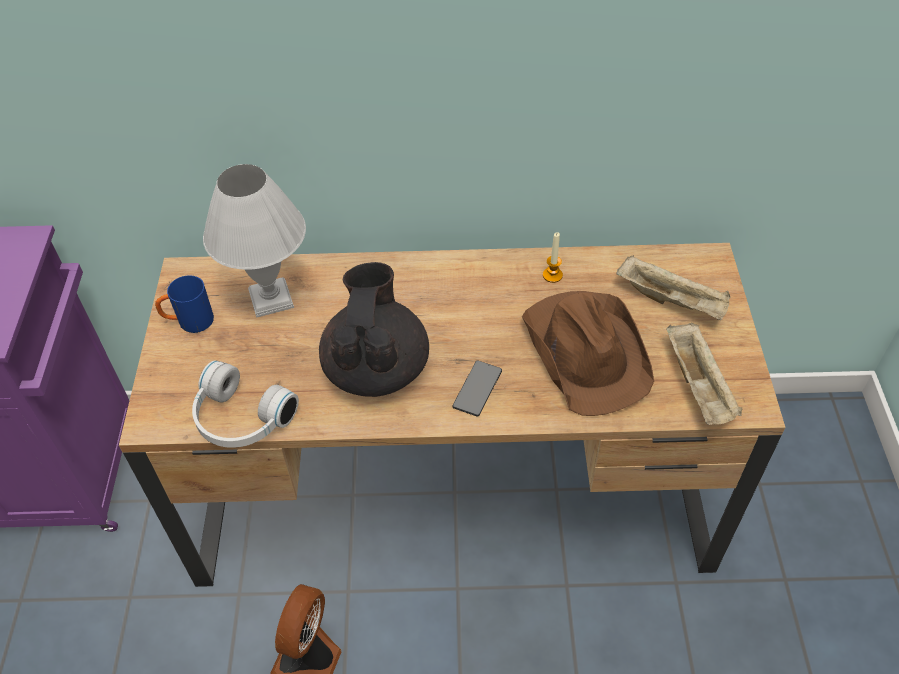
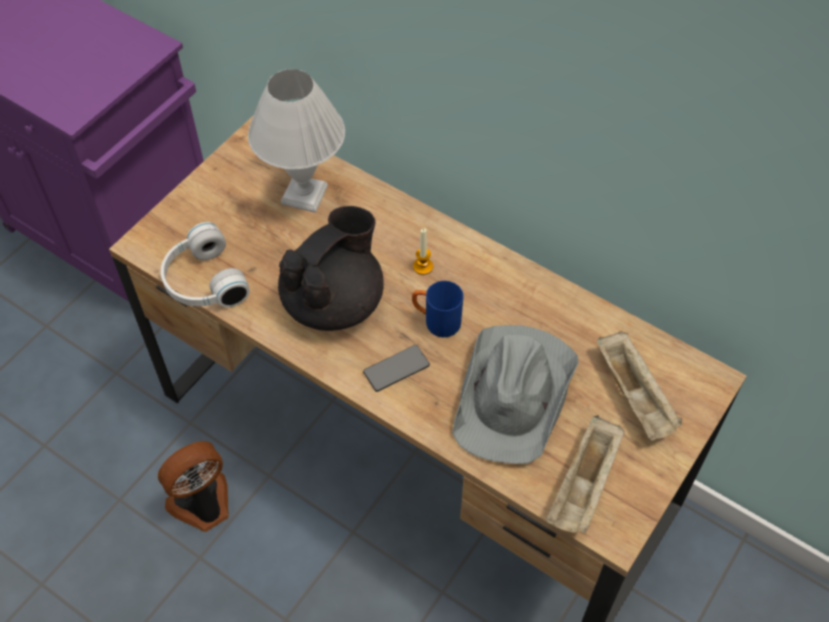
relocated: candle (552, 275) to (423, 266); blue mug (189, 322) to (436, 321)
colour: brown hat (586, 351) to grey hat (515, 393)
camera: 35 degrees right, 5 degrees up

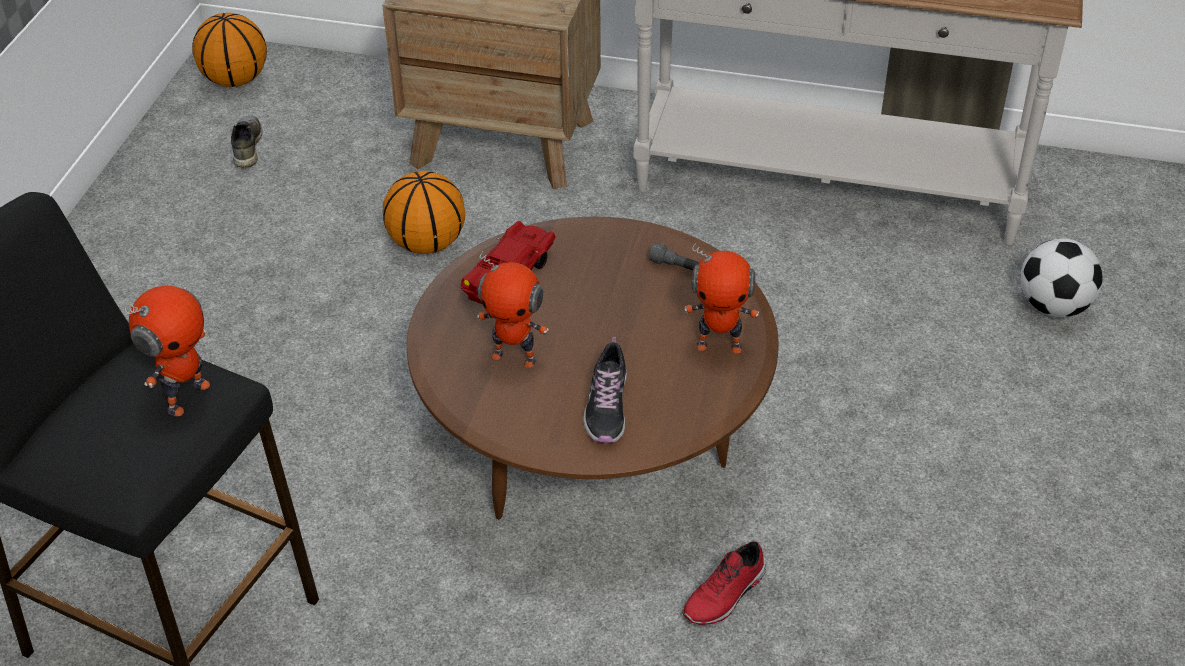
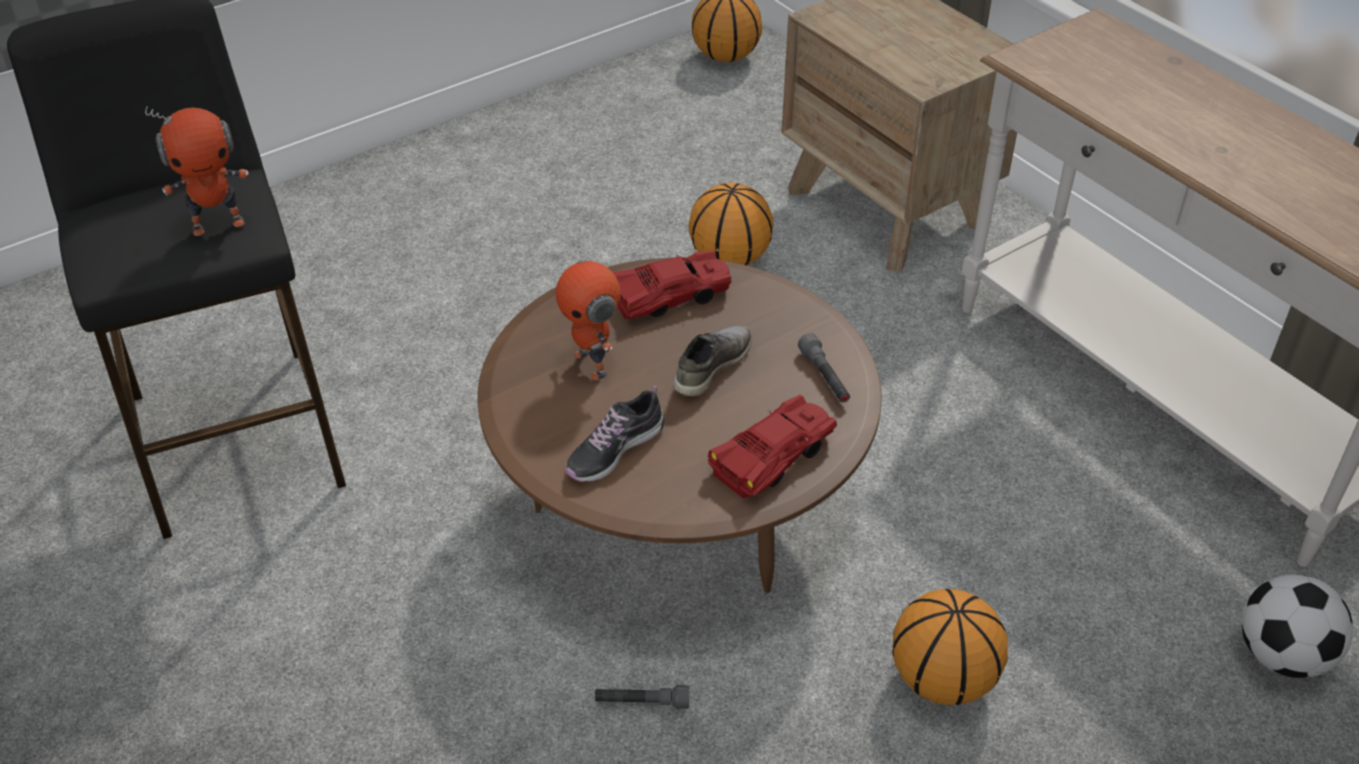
appeared: basketball (943, 680)
relocated: grey shoe (246, 147) to (711, 366)
exchanged: toy robot (719, 345) to red toy car (774, 457); red shoe (726, 595) to grey flashlight (642, 702)
camera: 40 degrees right, 0 degrees up

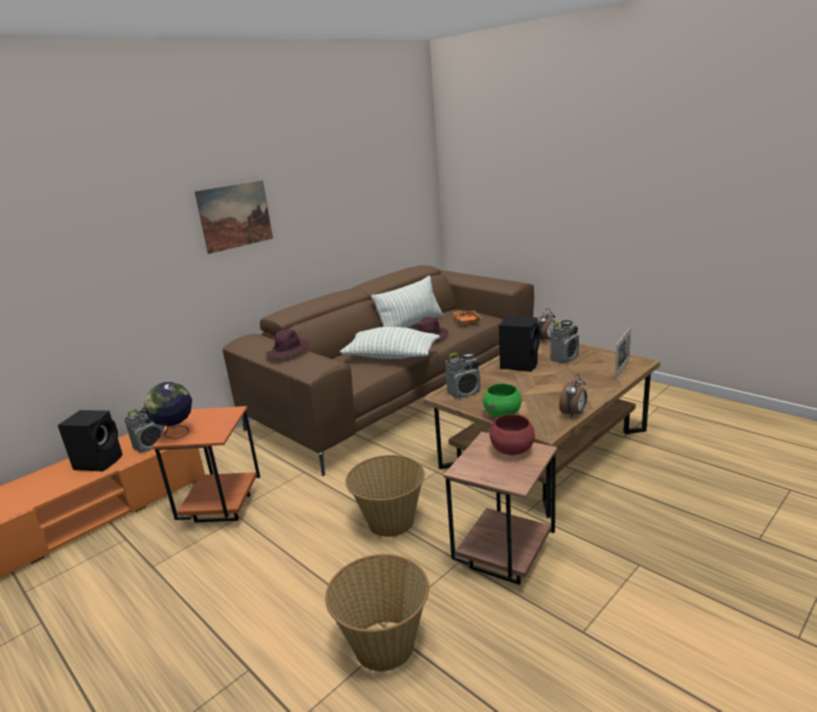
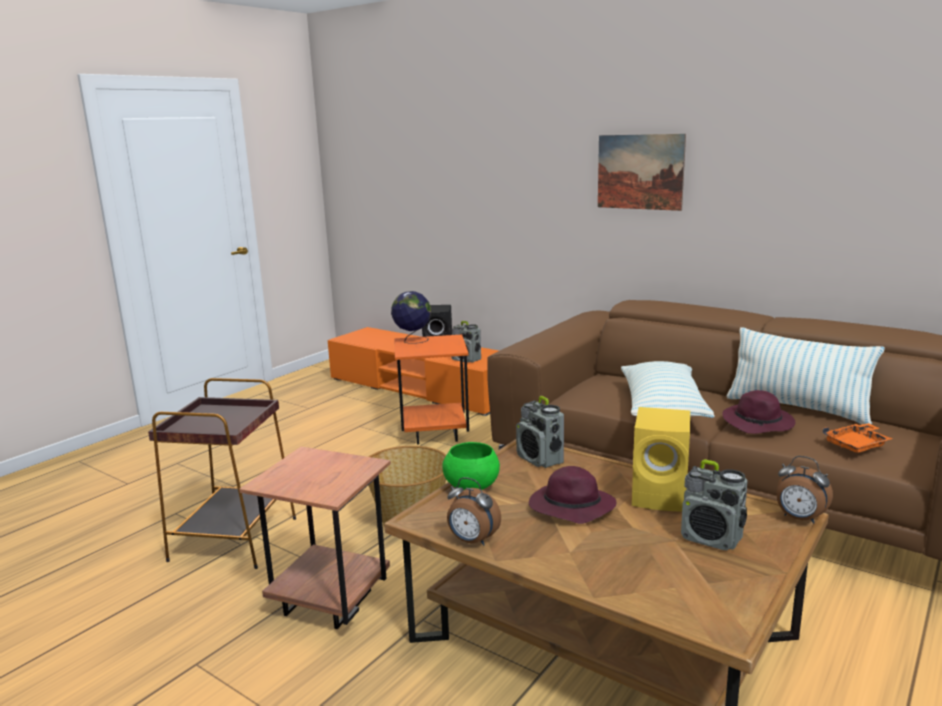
missing: picture frame (622, 370); red bowl (511, 450)
relocated: purple hat (288, 352) to (570, 508)
exchanged: basket (384, 644) to brown side table (233, 539)
colour: black speaker (520, 364) to yellow speaker (662, 496)
camera: 80 degrees right, 5 degrees down

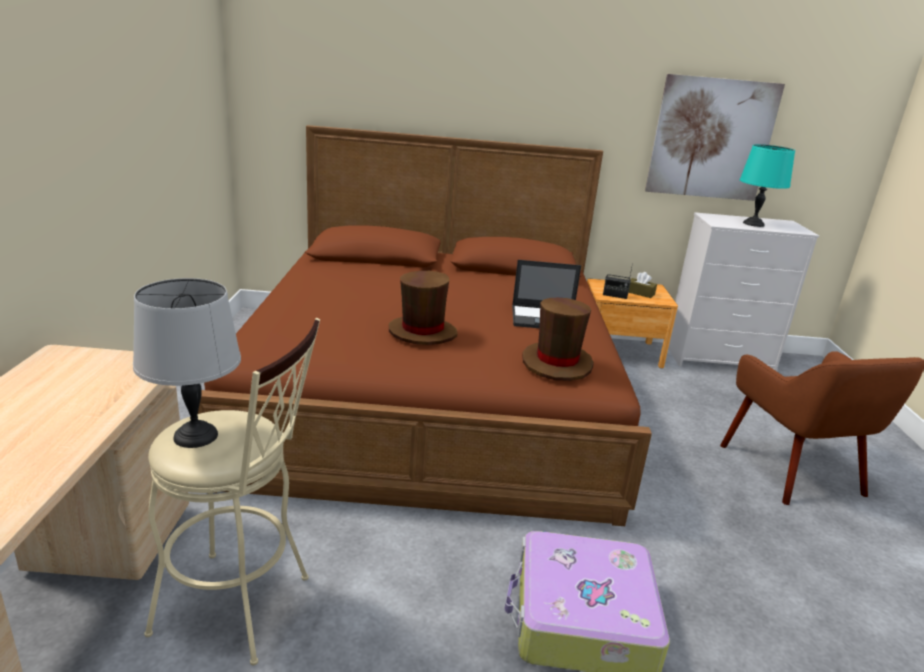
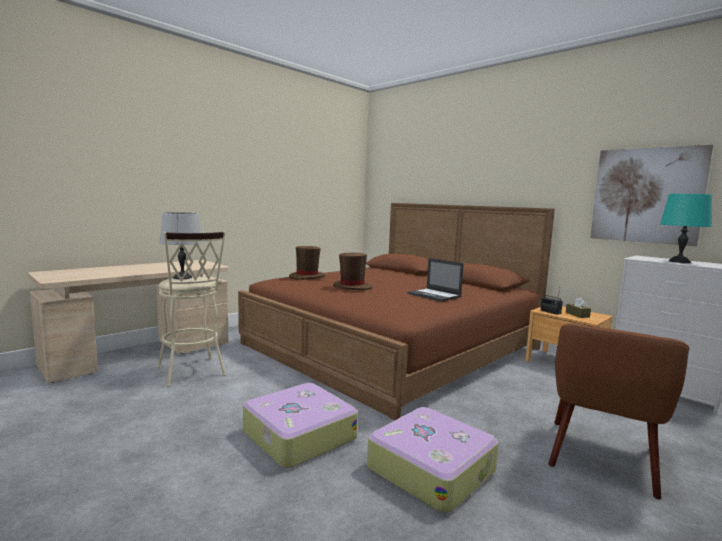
appeared: suitcase (431, 469)
relocated: brown hat (557, 363) to (307, 277)
camera: 45 degrees right, 15 degrees down

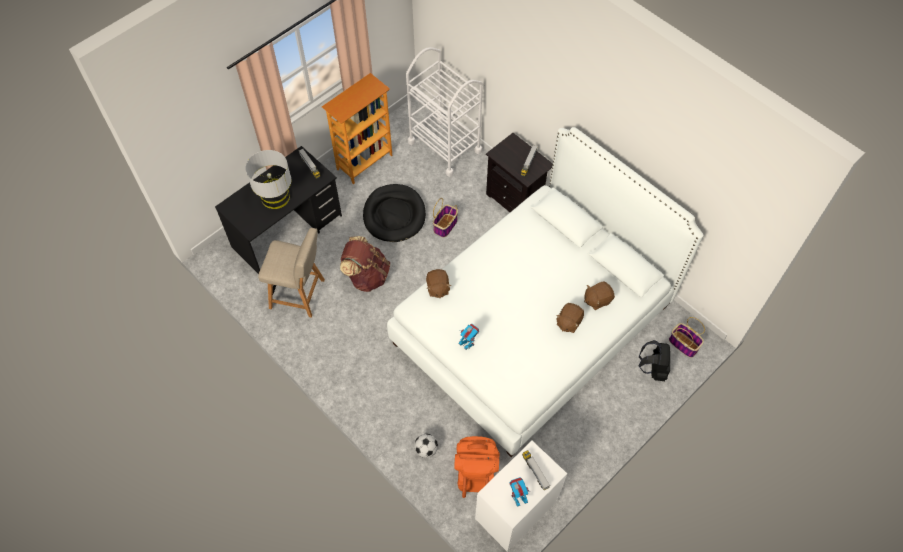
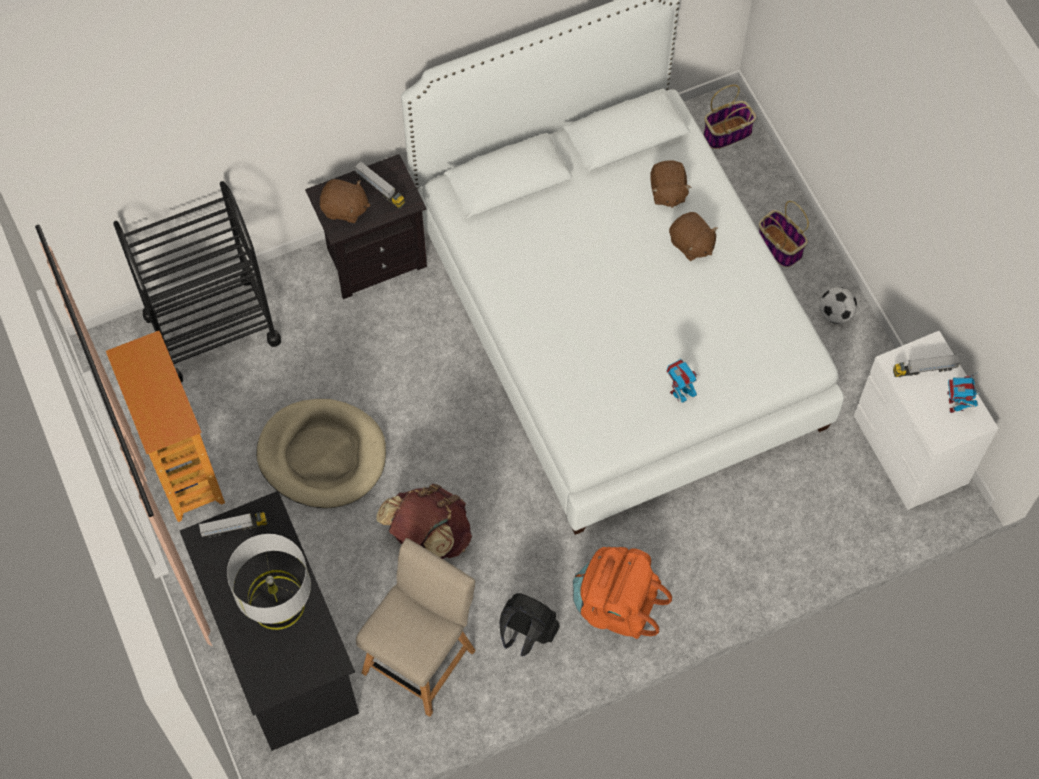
relocated: basket (445, 225) to (778, 246); brown plush toy (437, 288) to (344, 209); black backpack (653, 369) to (526, 633); football (426, 449) to (835, 314); orange backpack (475, 472) to (616, 605)
colour: white cart (445, 146) to black cart (212, 328); black dog bed (394, 215) to beige dog bed (322, 455)
camera: 70 degrees left, 5 degrees up

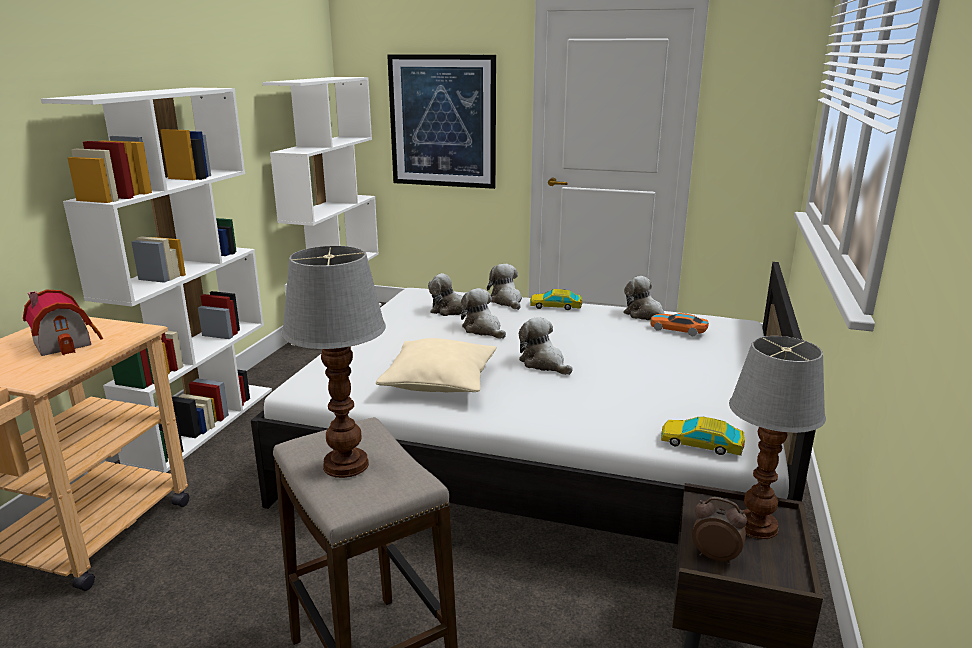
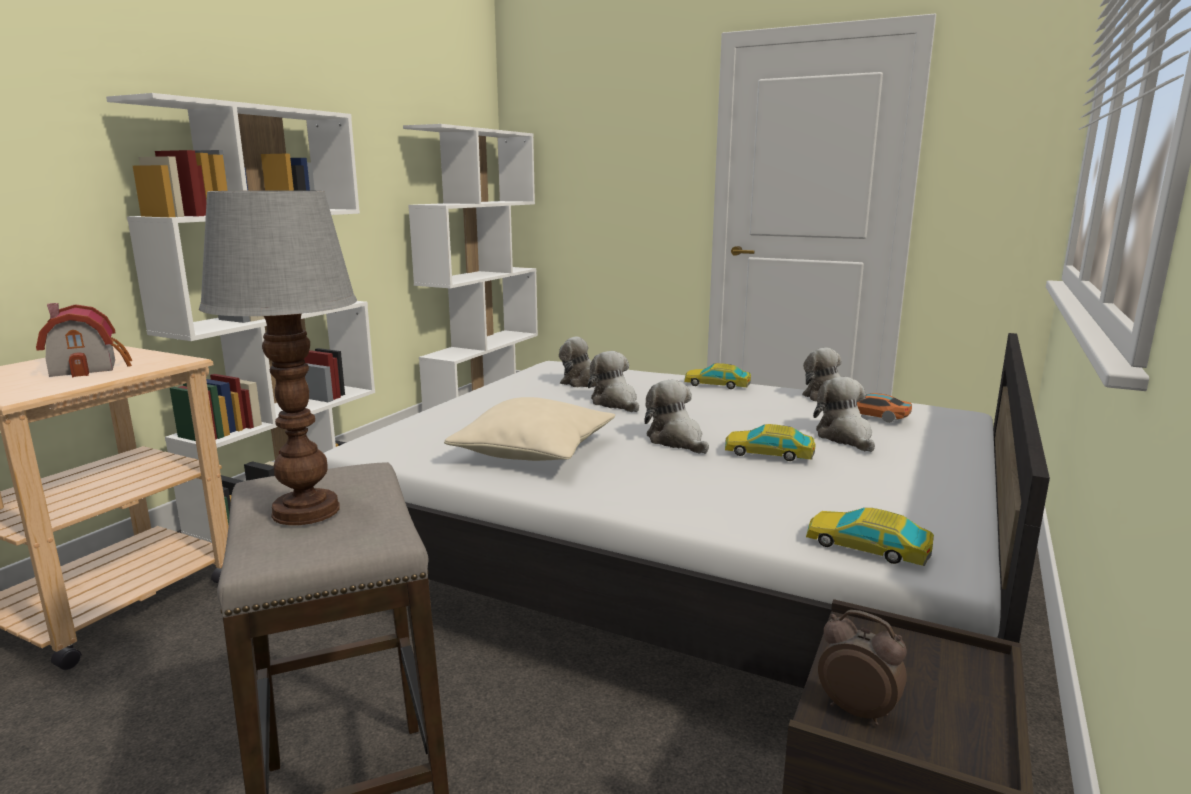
missing: picture (442, 121); table lamp (756, 525)
appeared: toy car (769, 453)
relocated: plush toy (506, 301) to (845, 437)
camera: 10 degrees right, 5 degrees down

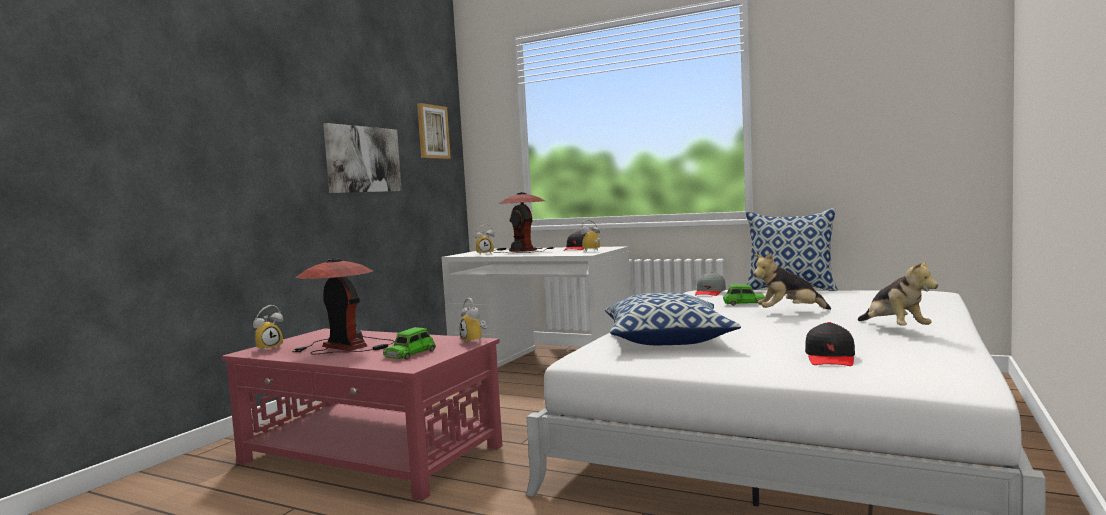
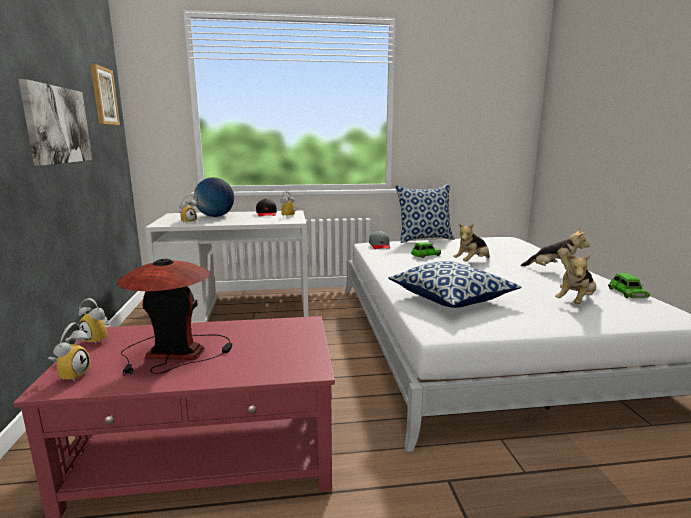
relocated: alarm clock (475, 342) to (99, 339); green toy car (410, 353) to (627, 293)
exchanged: table lamp (522, 250) to globe (215, 216); black cap (830, 358) to plush toy (575, 302)
camera: 35 degrees left, 10 degrees up

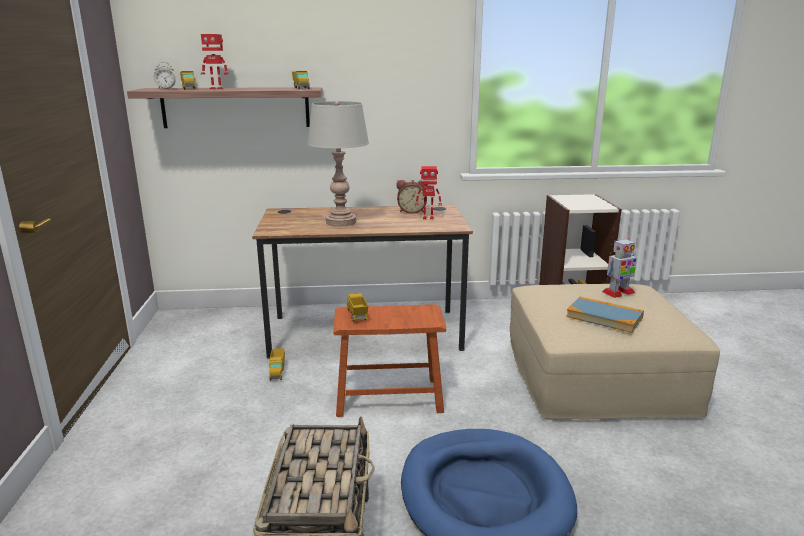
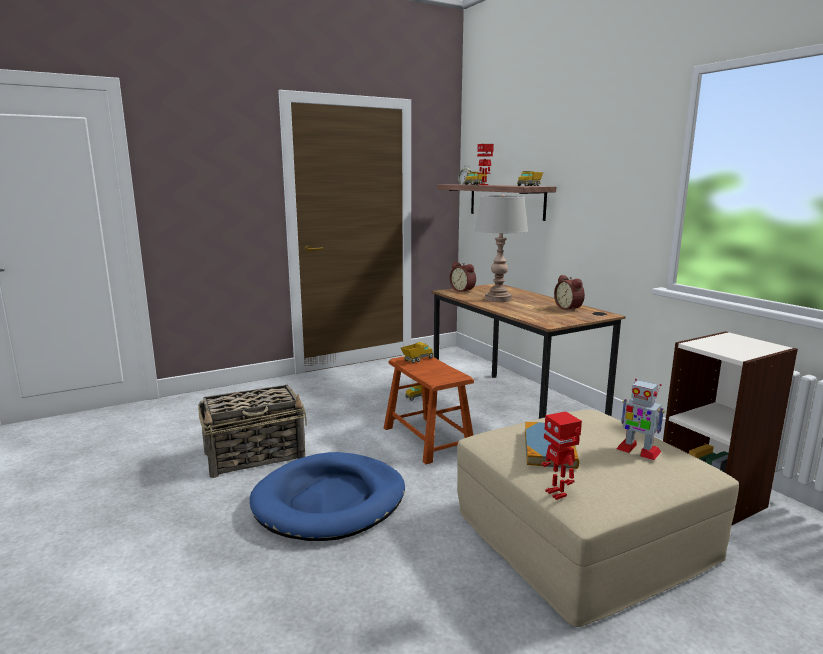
appeared: alarm clock (463, 290)
relocated: toy robot (428, 218) to (557, 493)
camera: 65 degrees right, 5 degrees down

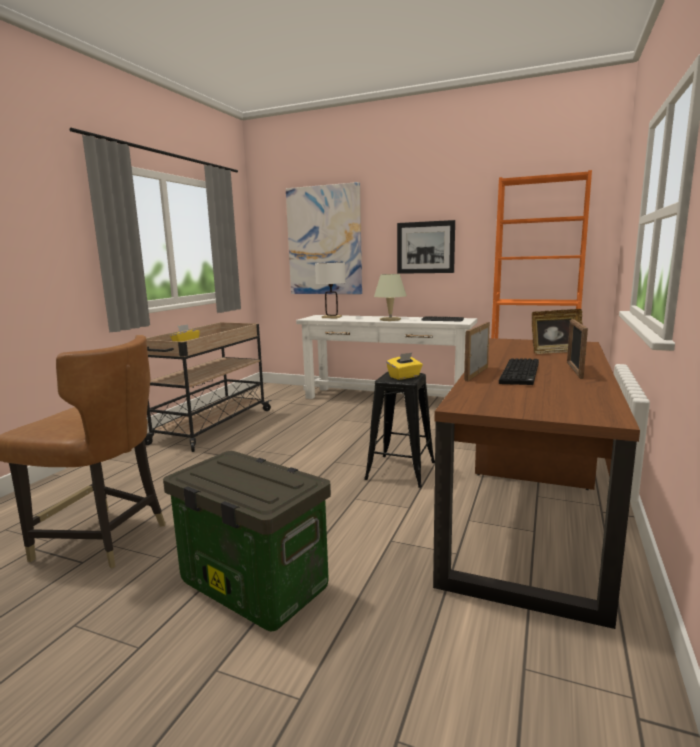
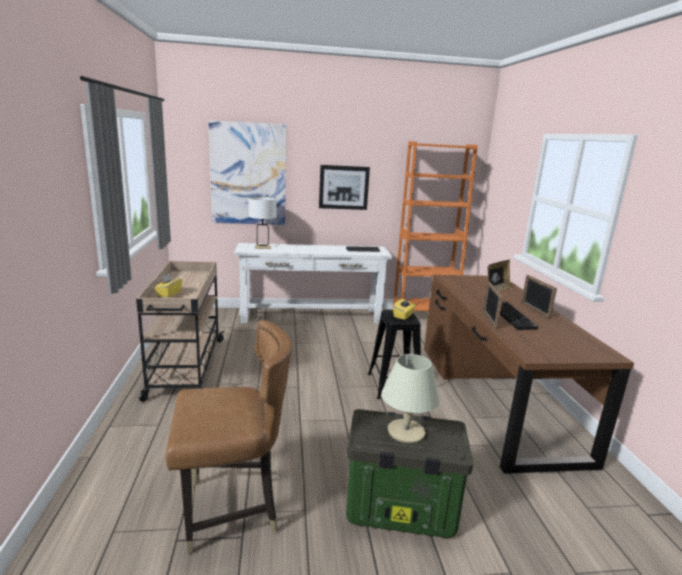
relocated: beige table lamp (390, 319) to (406, 432)
camera: 30 degrees left, 5 degrees up

